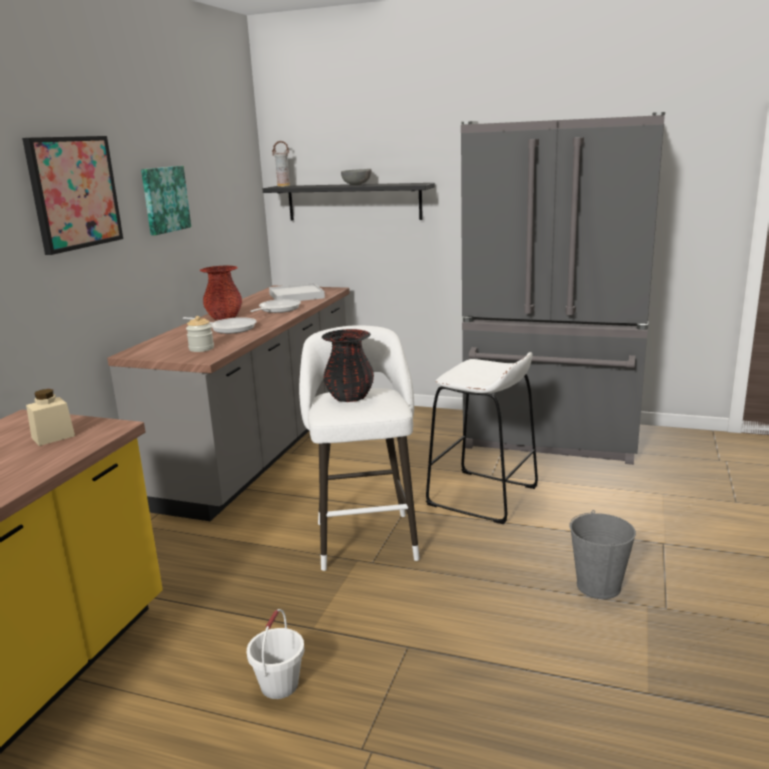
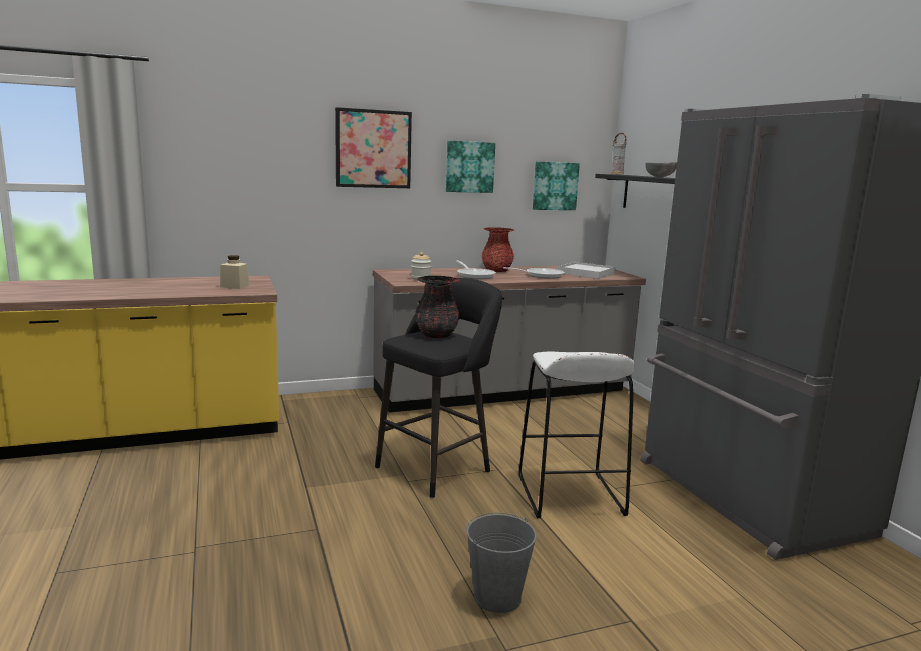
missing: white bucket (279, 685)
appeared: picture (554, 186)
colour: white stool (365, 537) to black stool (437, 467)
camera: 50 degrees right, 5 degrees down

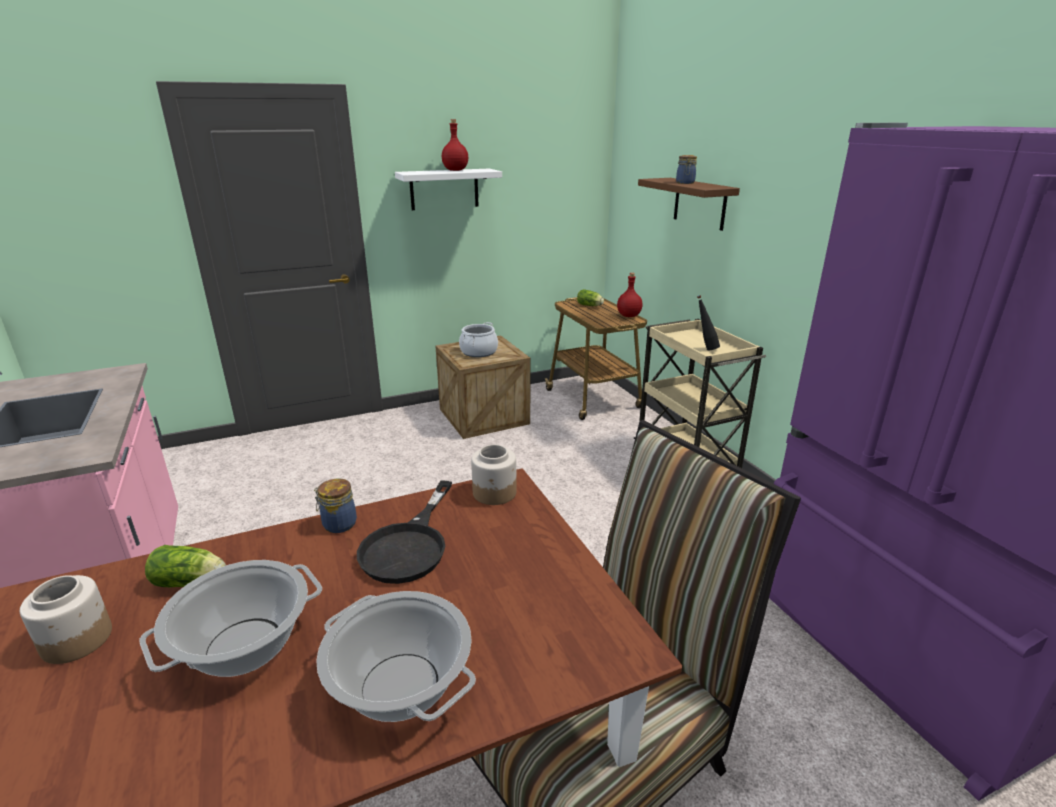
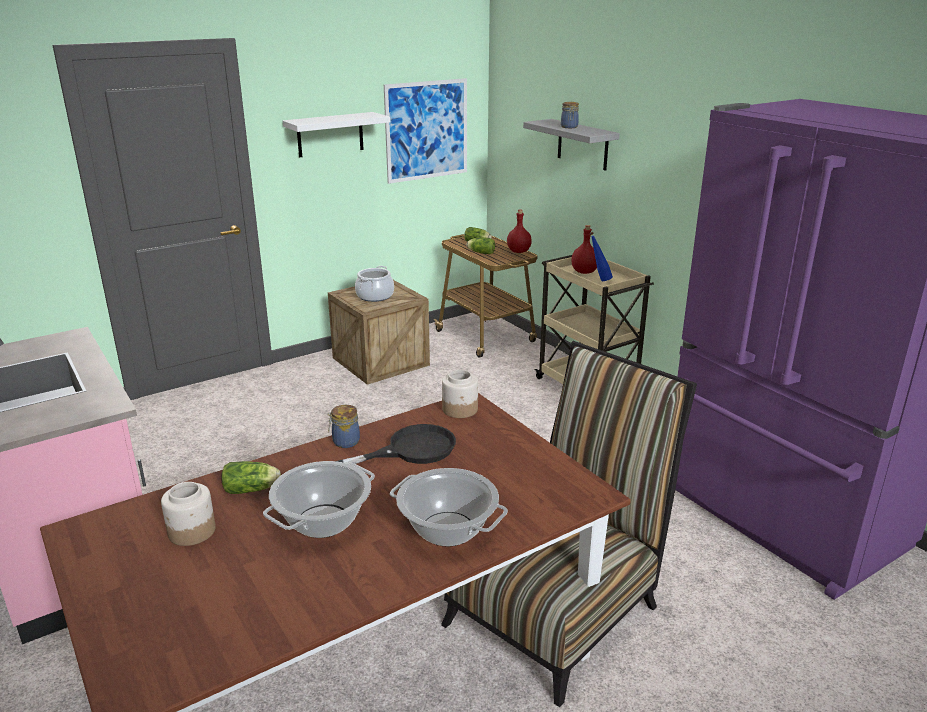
appeared: picture (426, 130); lettuce (480, 252)
relocated: red bottle (456, 170) to (585, 272)
colour: brown shelf (700, 203) to grey shelf (582, 144); black bottle (705, 349) to blue bottle (599, 280)
spun: black frying pan (409, 545) = (410, 450) 120 degrees counterclockwise
camera: 10 degrees left, 0 degrees up

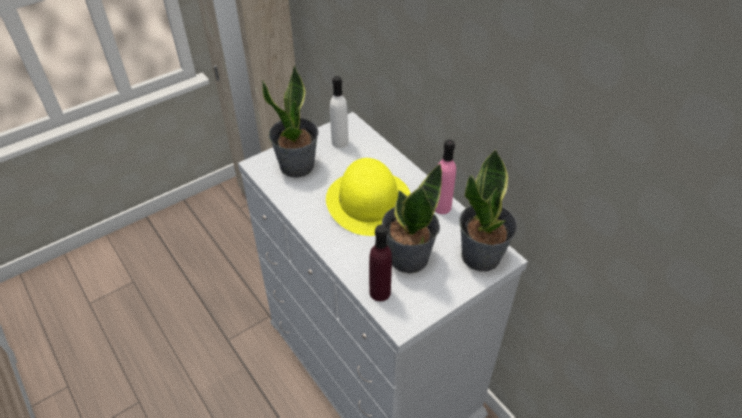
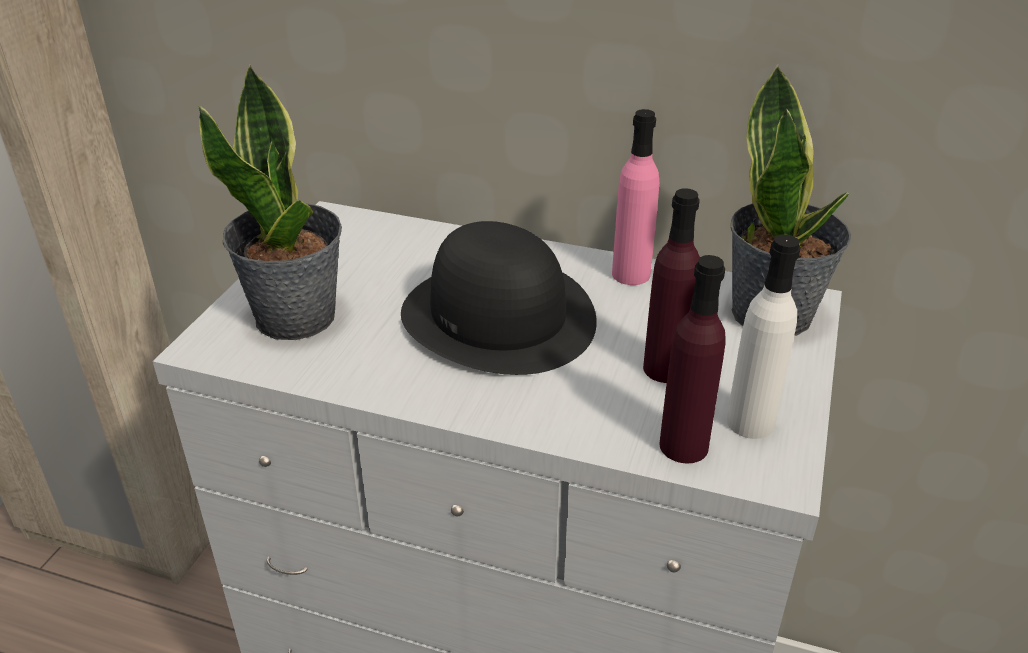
relocated: white bottle (340, 142) to (750, 422)
exchanged: potted plant (408, 257) to purple bottle (665, 369)
colour: yellow hat (369, 201) to black hat (499, 316)
camera: 35 degrees left, 10 degrees down

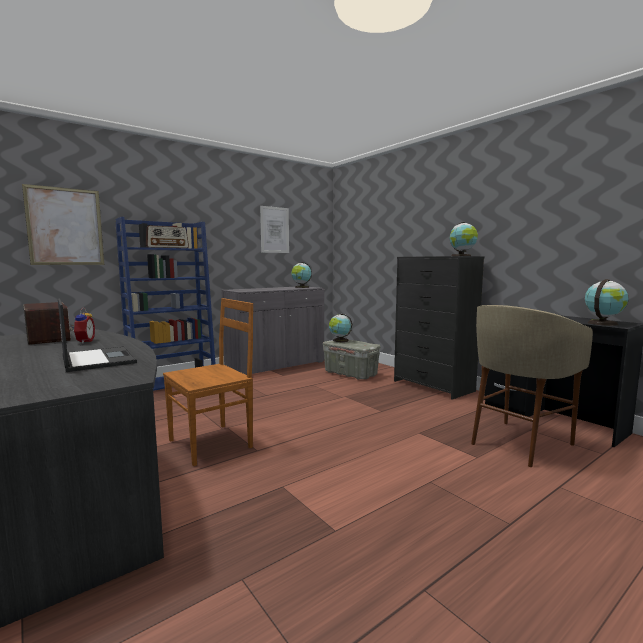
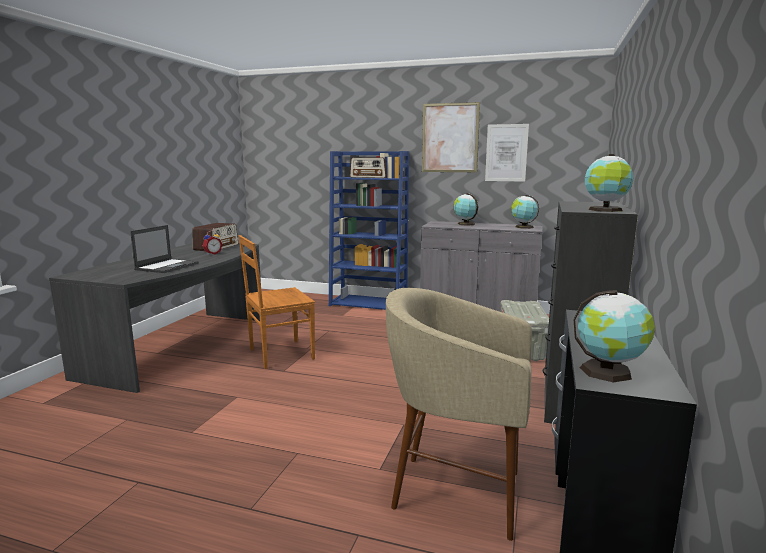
relocated: picture (65, 226) to (450, 138); globe (340, 340) to (465, 224)
spun: brown chair (212, 443) = (279, 354) 135 degrees clockwise
camera: 55 degrees right, 5 degrees up

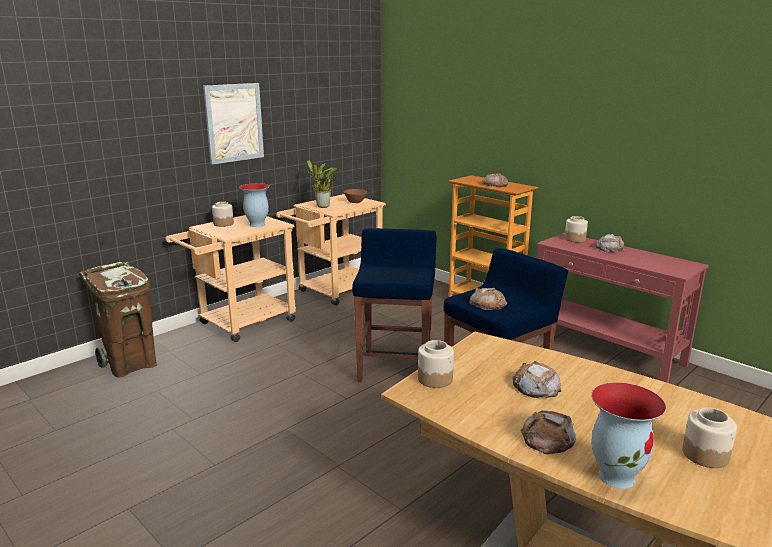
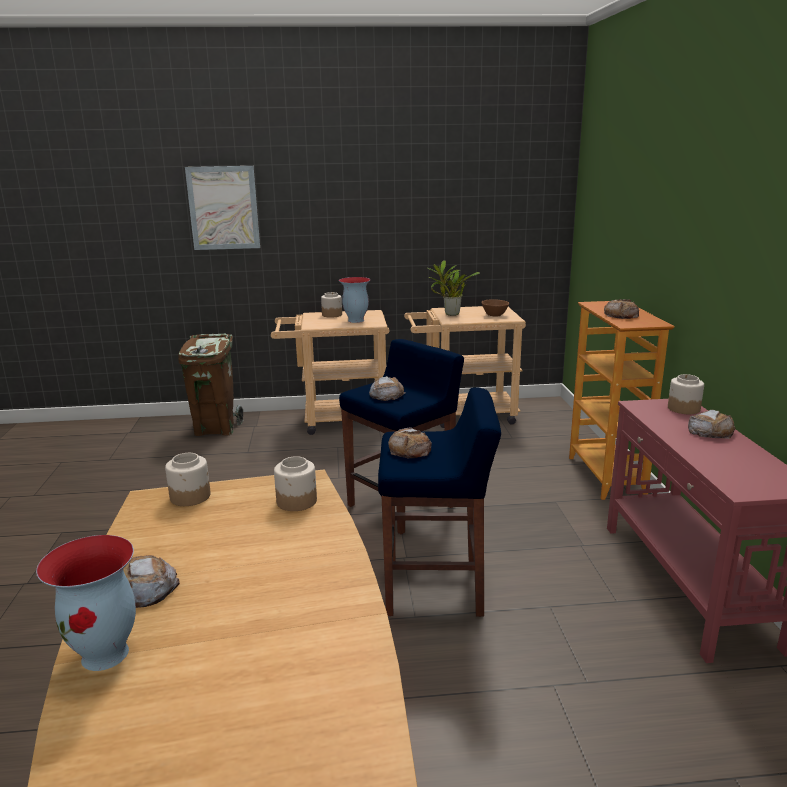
relocated: picture (234, 123) to (223, 208); bread (535, 386) to (386, 394); jar (705, 454) to (297, 501)
camera: 40 degrees right, 0 degrees up

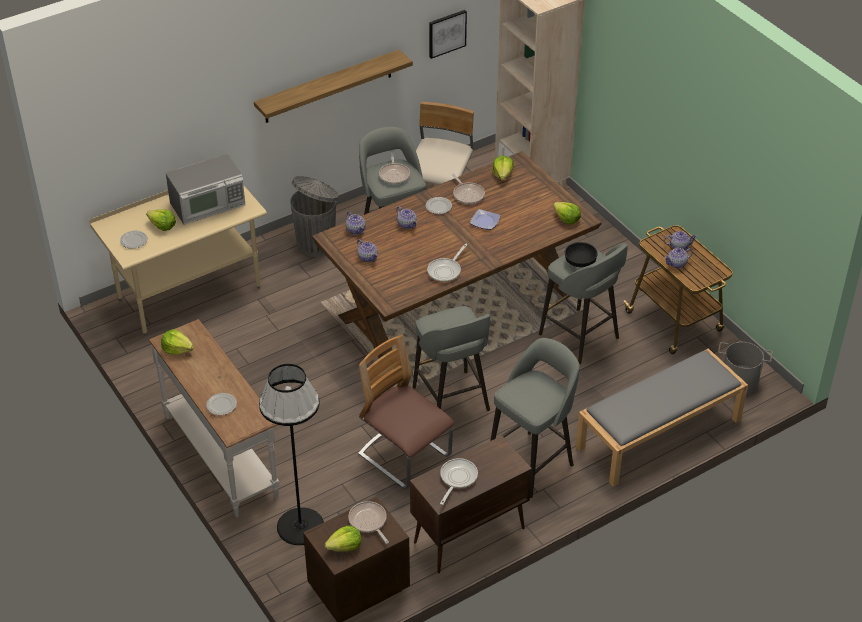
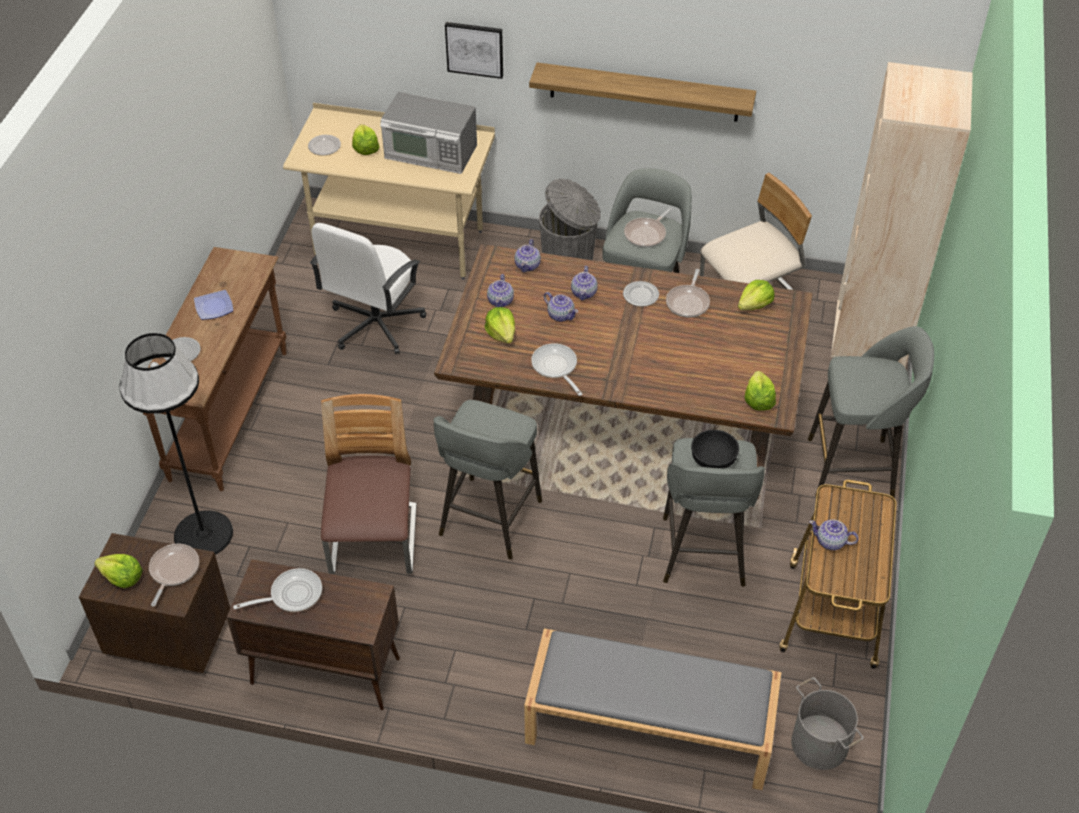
appeared: white office chair (375, 324)
relocated: picture (446, 33) to (475, 49); plate (485, 221) to (215, 307); teapot (678, 246) to (560, 315); lettuce (177, 349) to (502, 333); grey stool (532, 463) to (854, 468)
colour: white console table (222, 455) to brown console table (231, 415)
spun: frying pan (446, 271) = (556, 367) 75 degrees clockwise
camera: 45 degrees right, 5 degrees up

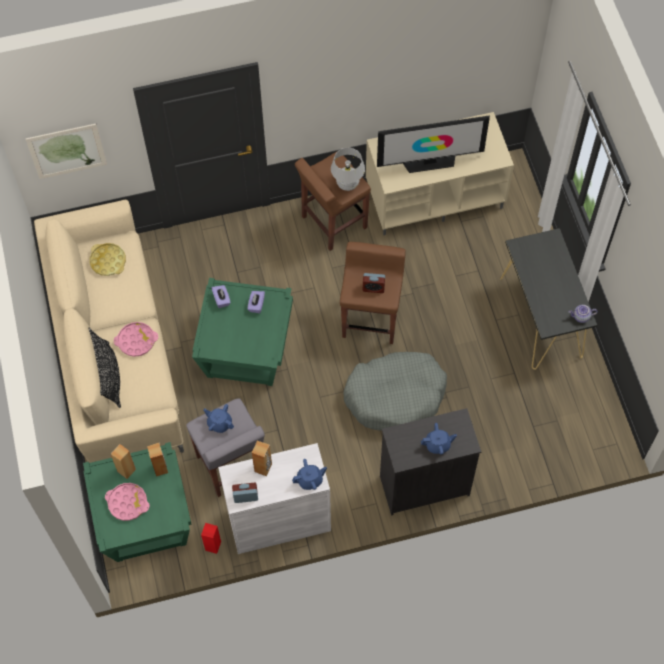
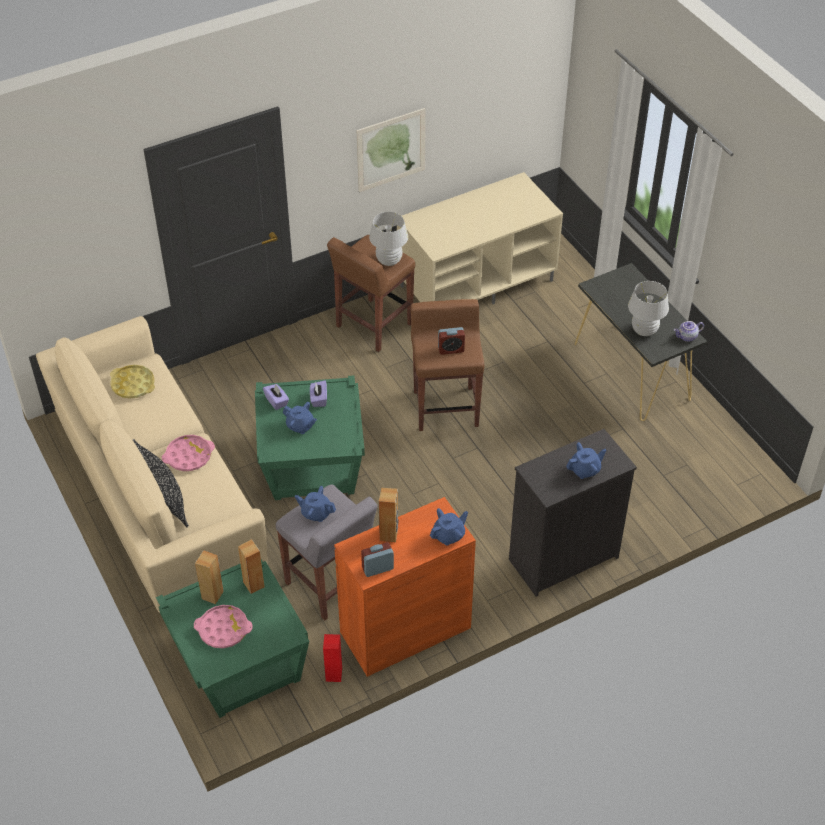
missing: television (429, 161); grey dog bed (395, 396)
appeared: white table lamp (644, 330); blue teapot (300, 426)
relocated: picture (67, 151) to (391, 150)
colour: white cabinet (279, 520) to orange cabinet (405, 630)
camera: 15 degrees left, 15 degrees down

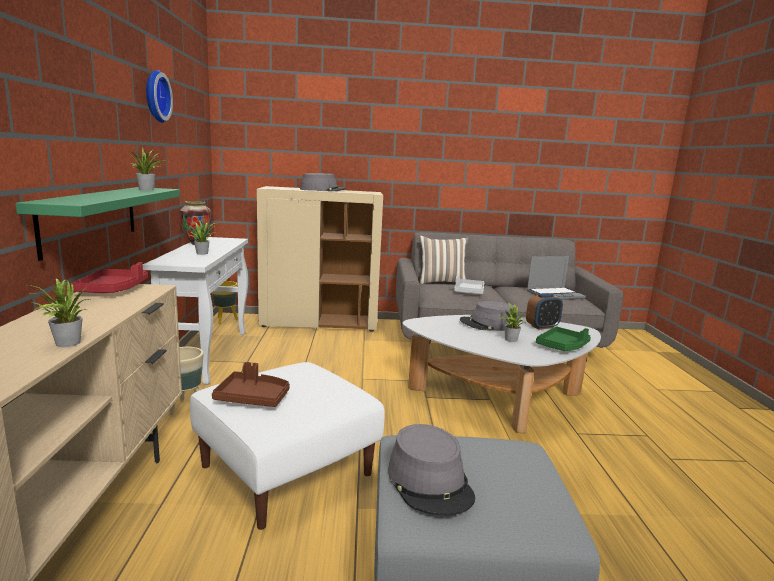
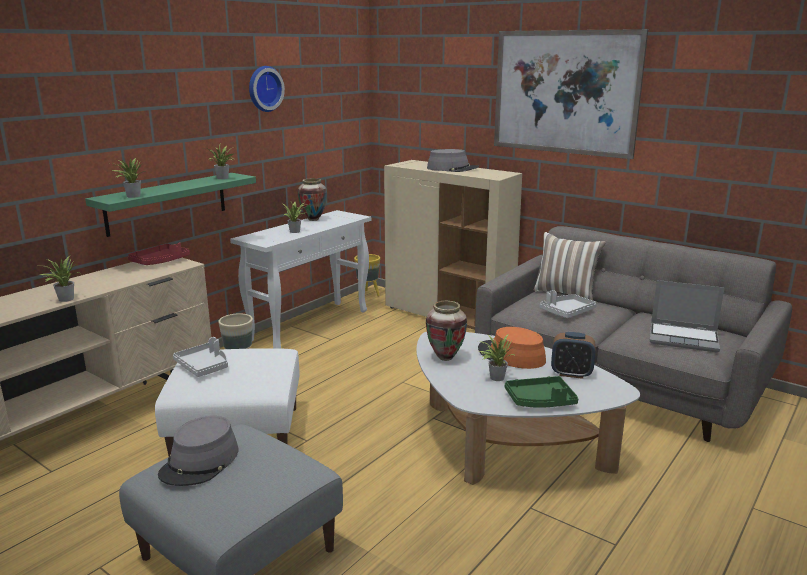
appeared: picture (564, 92); potted plant (131, 196); vase (445, 358)
colour: grey hat (489, 324) to orange hat (511, 355); brown tray (253, 398) to grey tray (204, 366)
camera: 40 degrees right, 5 degrees up

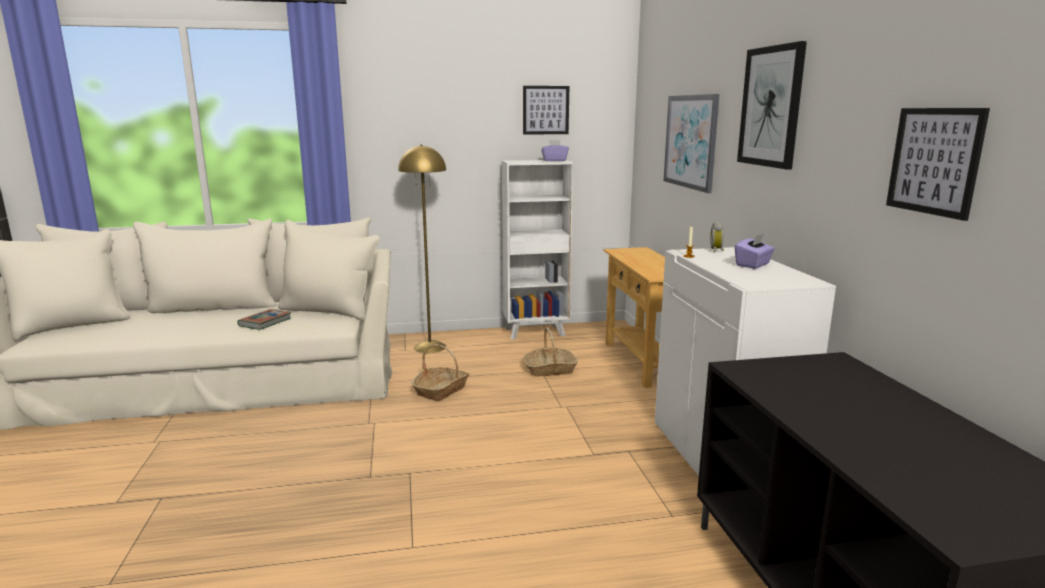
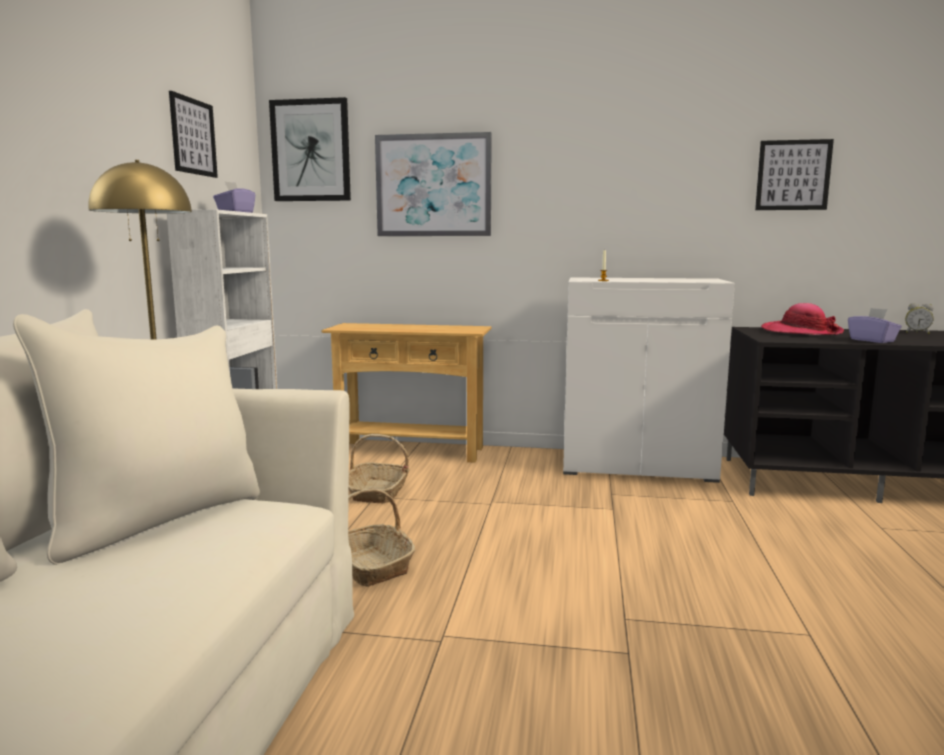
missing: book (265, 322)
appeared: hat (801, 332)
relocated: picture (771, 107) to (311, 151); alarm clock (717, 250) to (917, 333); purple tissue box (753, 265) to (872, 340)
camera: 70 degrees left, 5 degrees down

